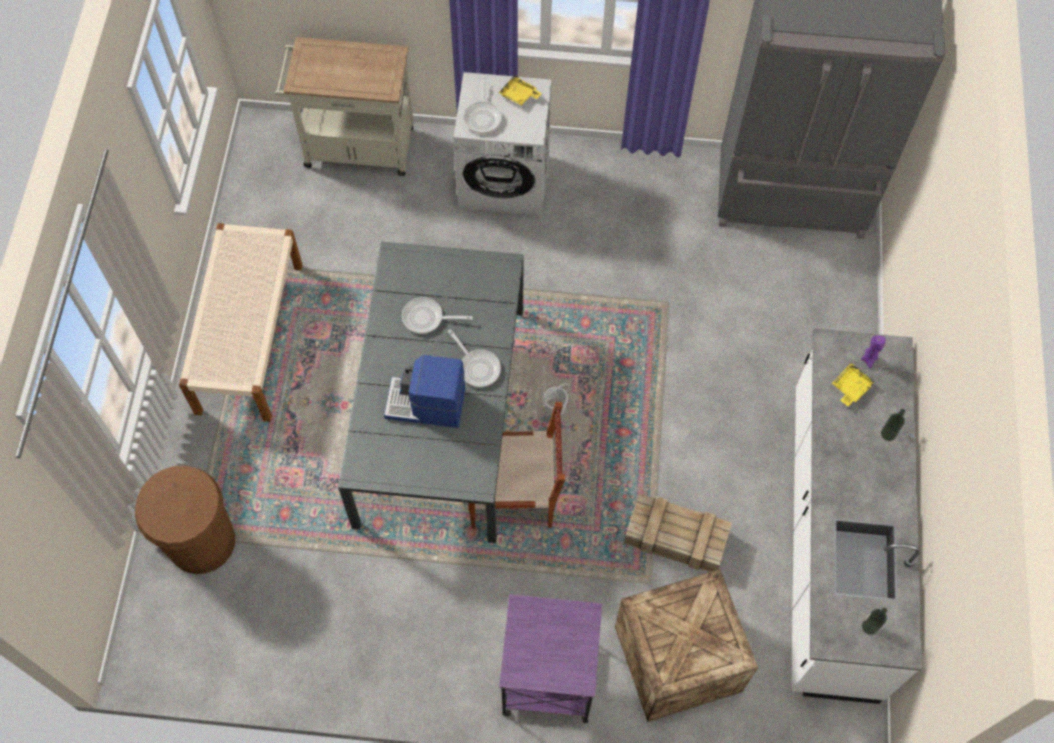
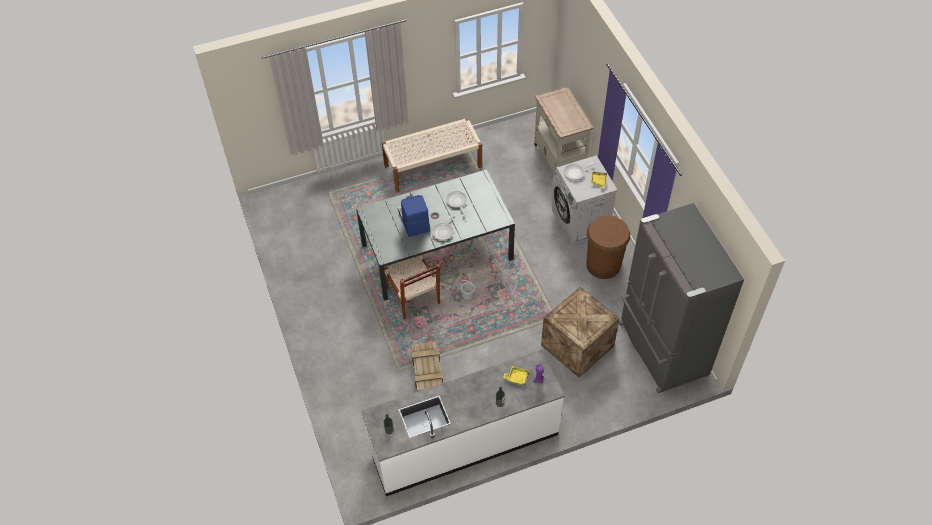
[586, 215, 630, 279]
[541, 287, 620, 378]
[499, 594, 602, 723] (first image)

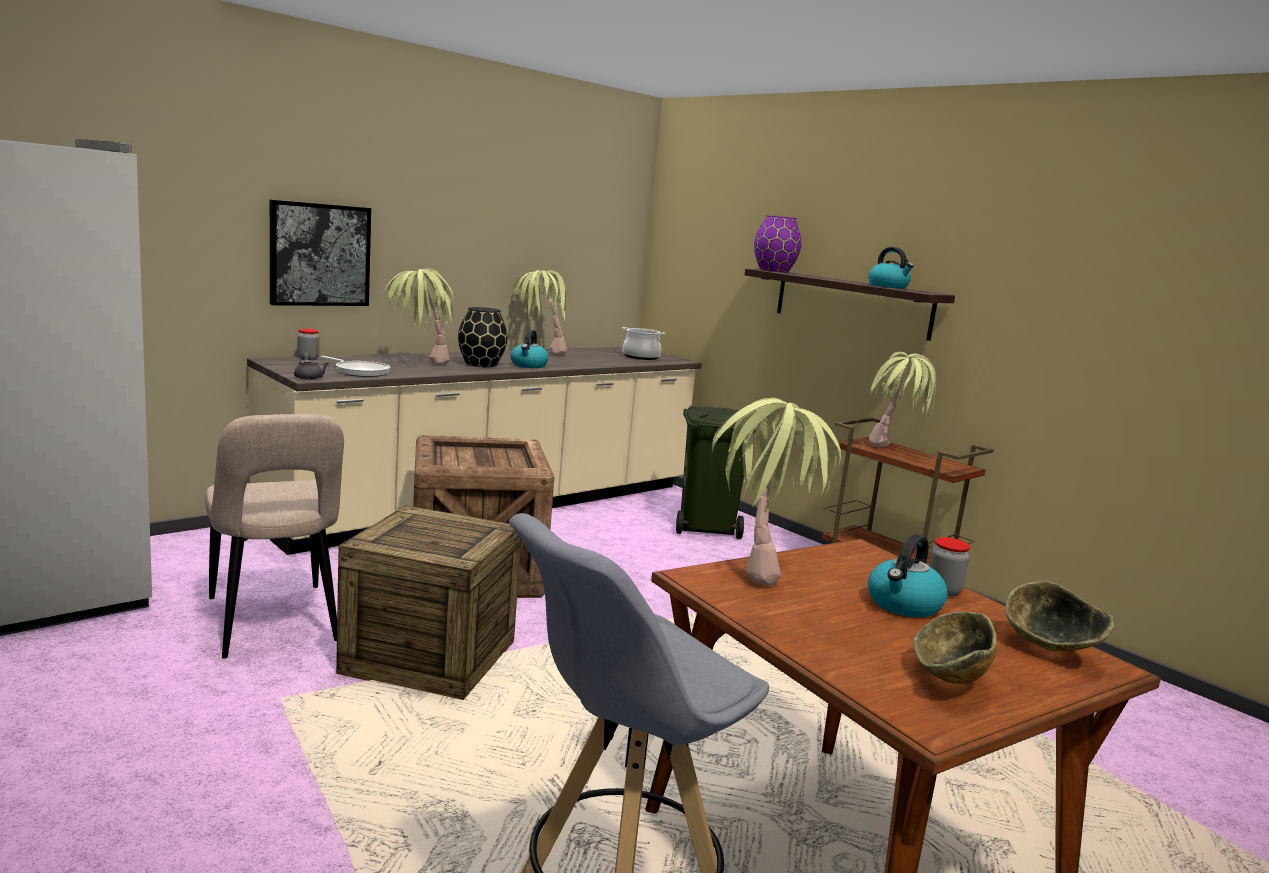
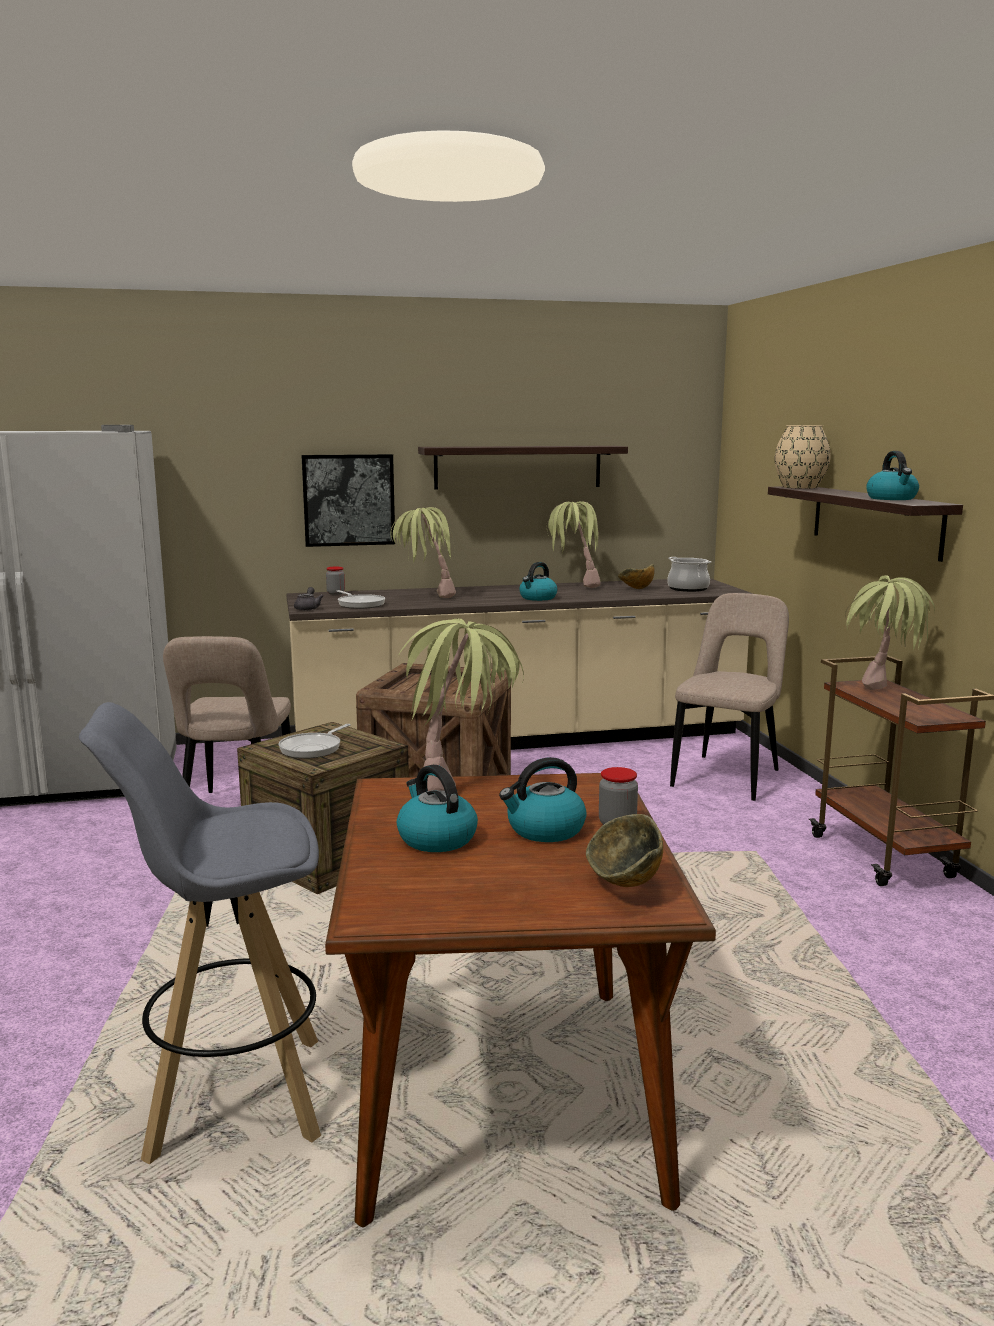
[775, 425, 831, 489]
[458, 307, 507, 367] (first image)
[670, 593, 789, 801]
[618, 563, 655, 589]
[418, 446, 628, 489]
[278, 724, 351, 759]
[397, 765, 478, 852]

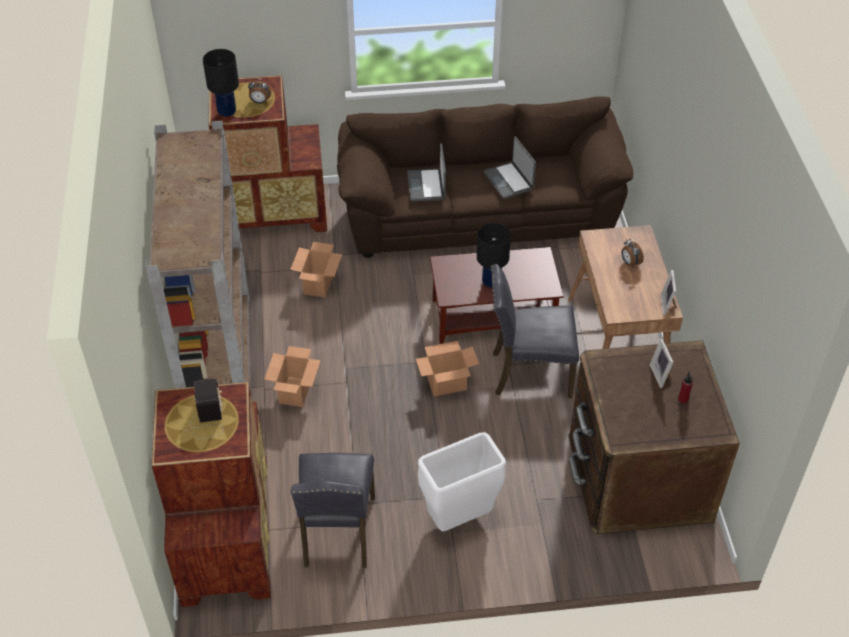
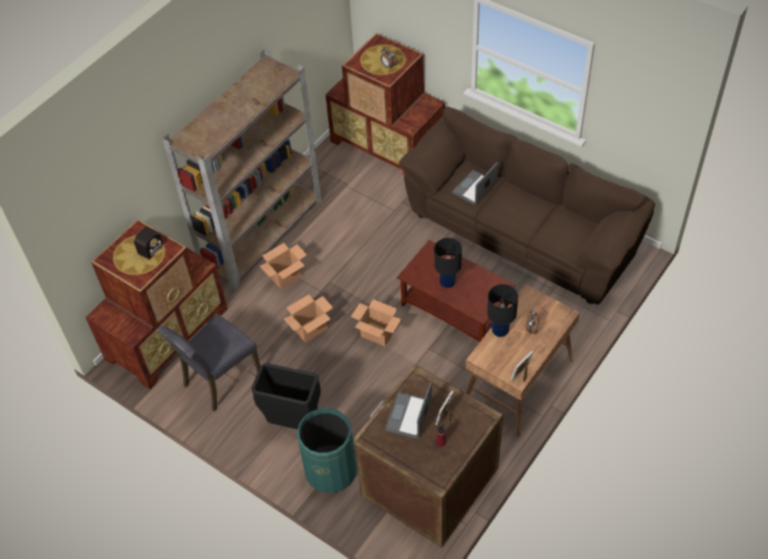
[487, 284, 518, 337]
[385, 382, 432, 439]
[284, 294, 333, 343]
[491, 264, 579, 398] (first image)
[252, 363, 321, 429]
[297, 408, 357, 493]

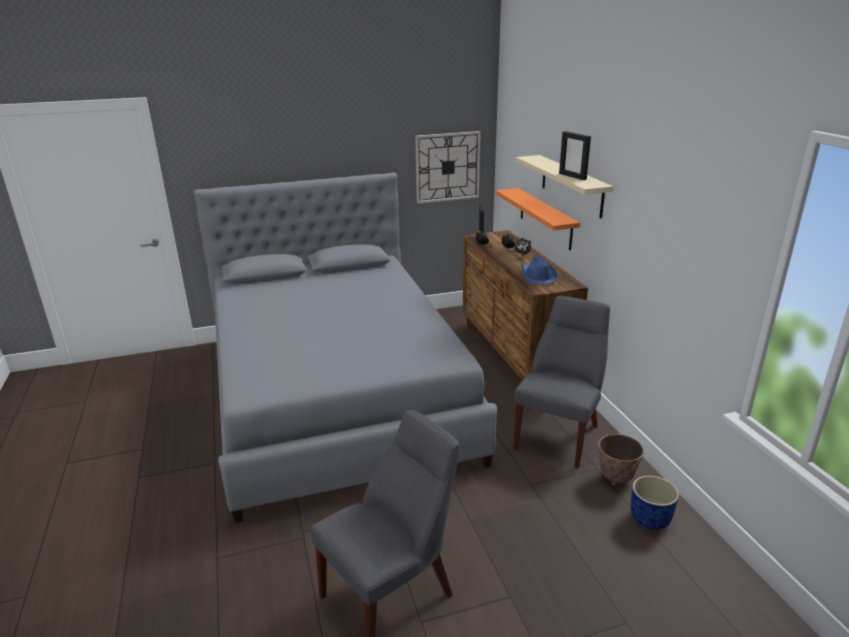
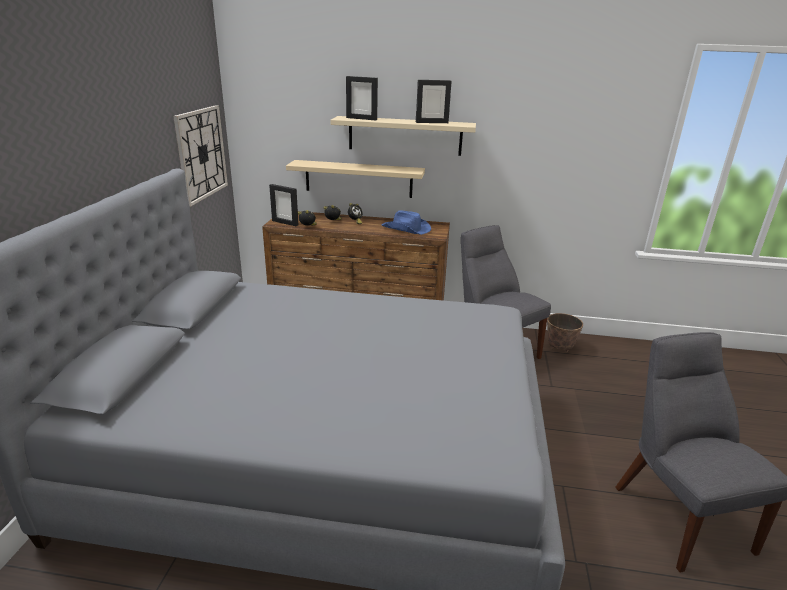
[286, 160, 425, 198]
[630, 476, 679, 530] (first image)
[346, 76, 378, 121]

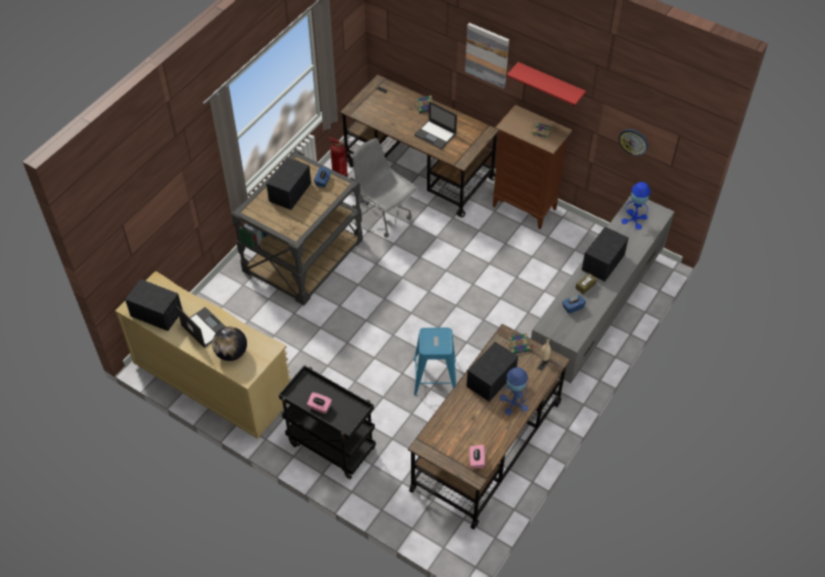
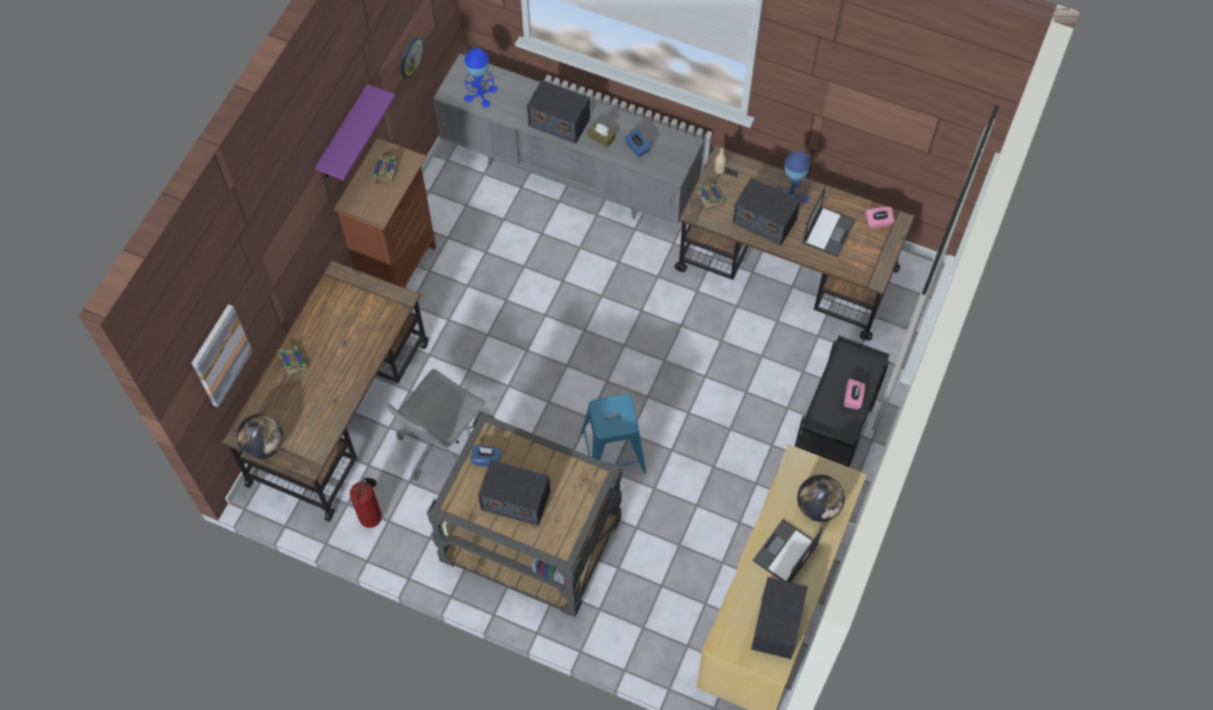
[192, 304, 253, 407]
[315, 84, 396, 180]
[802, 186, 856, 257]
[581, 394, 646, 473]
[237, 414, 283, 459]

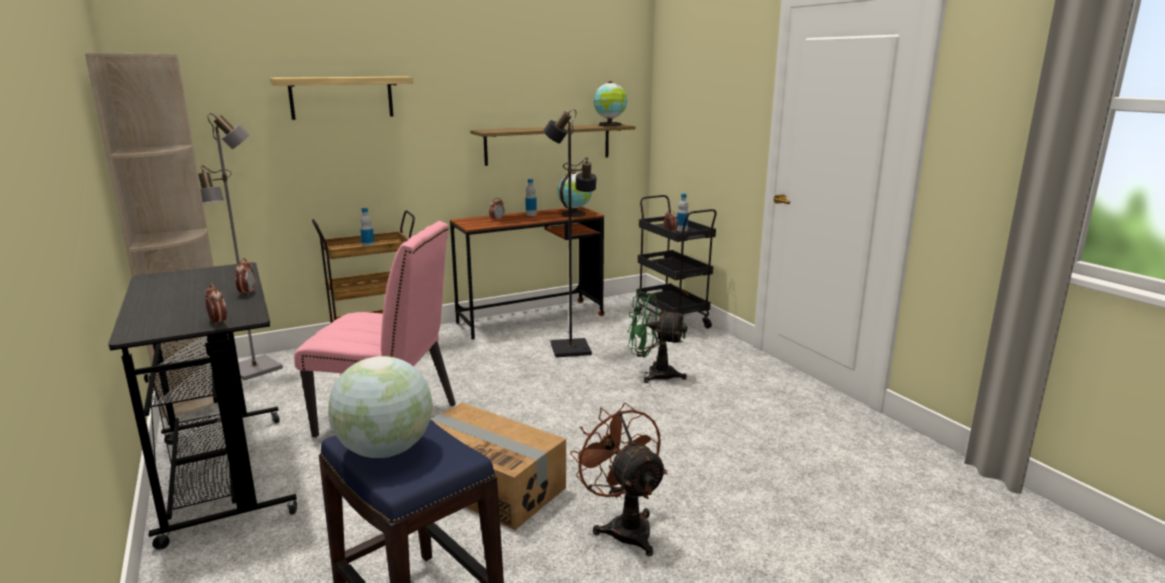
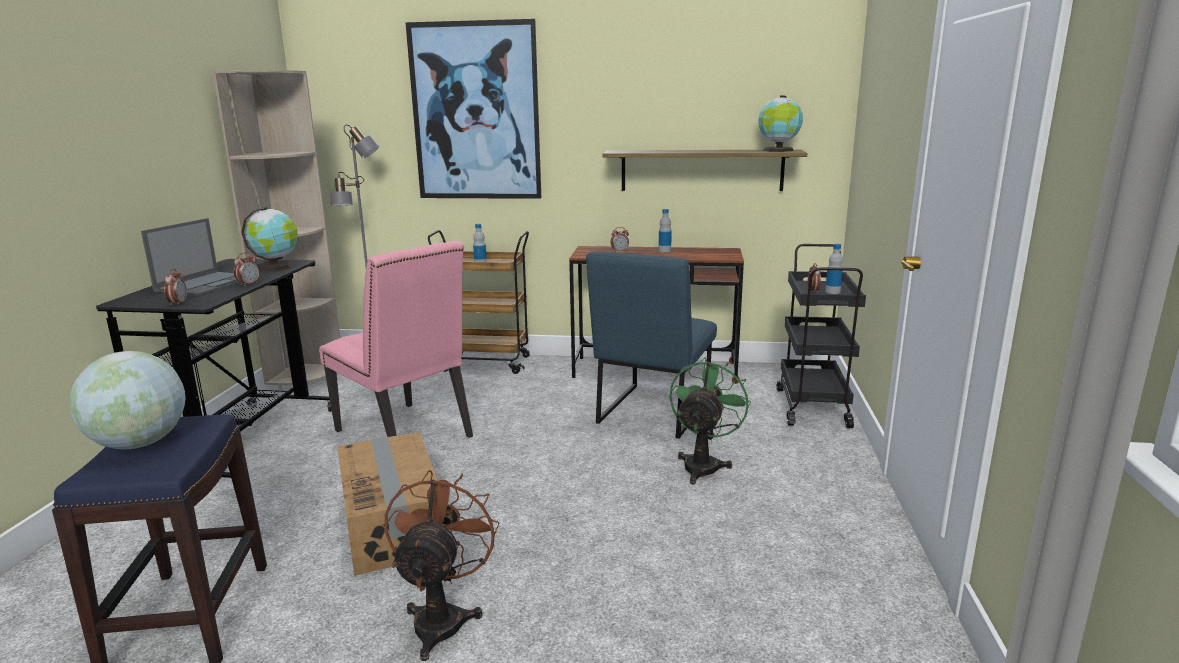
[405, 19, 541, 199]
[586, 251, 717, 439]
[241, 207, 298, 271]
[669, 357, 751, 484]
[141, 218, 241, 296]

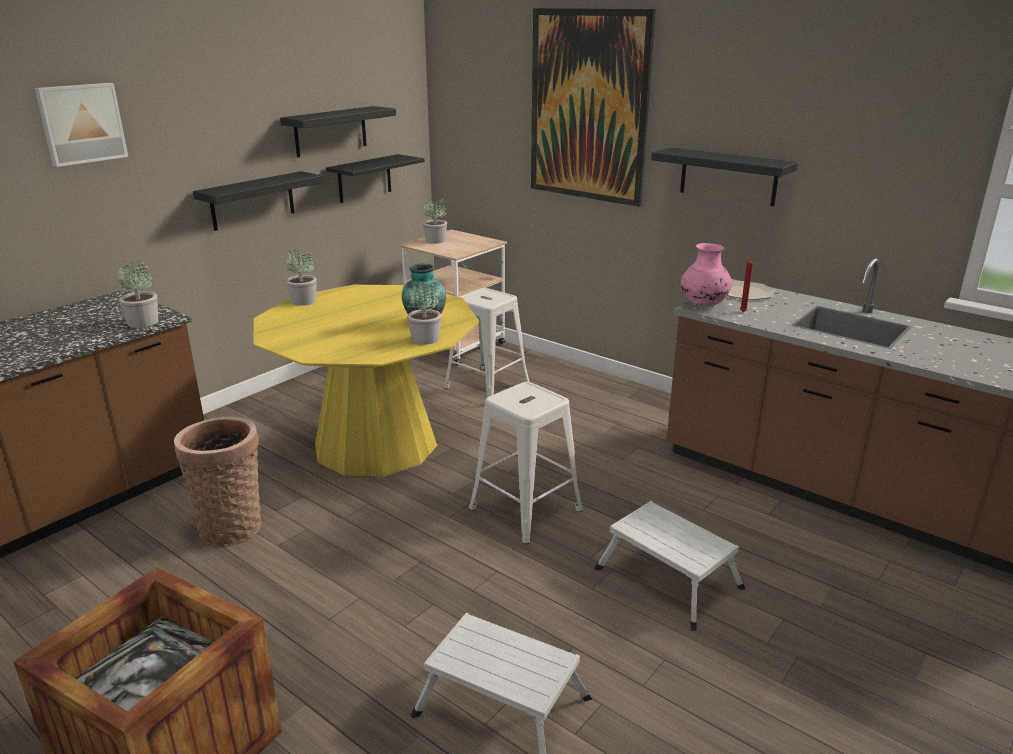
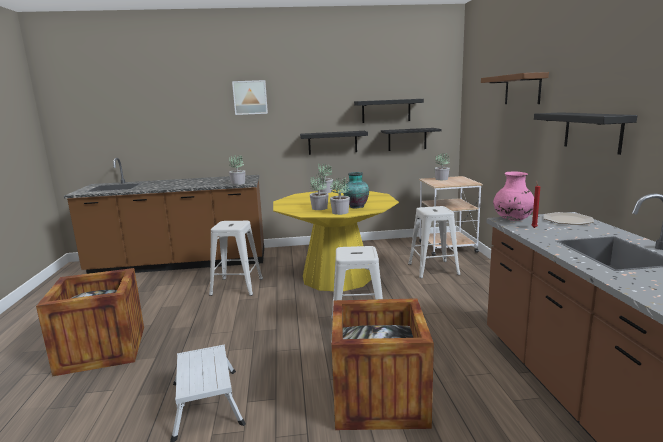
[481, 72, 549, 104]
[209, 221, 263, 296]
[332, 298, 434, 430]
[310, 174, 329, 210]

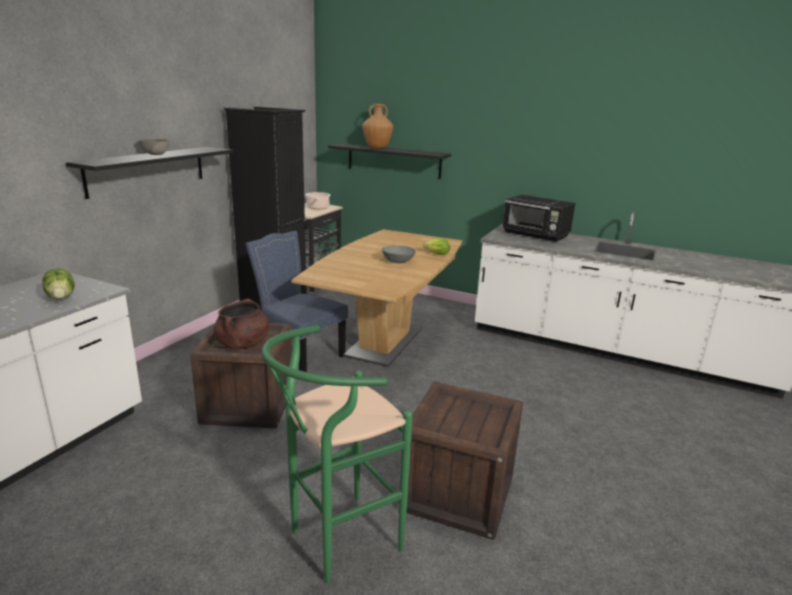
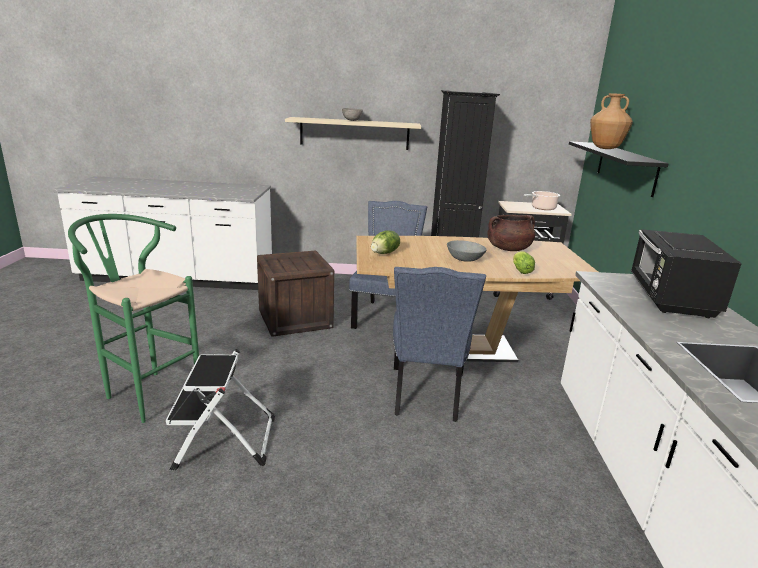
[285, 117, 421, 150]
[371, 230, 400, 254]
[487, 215, 535, 251]
[166, 349, 275, 470]
[392, 267, 486, 422]

